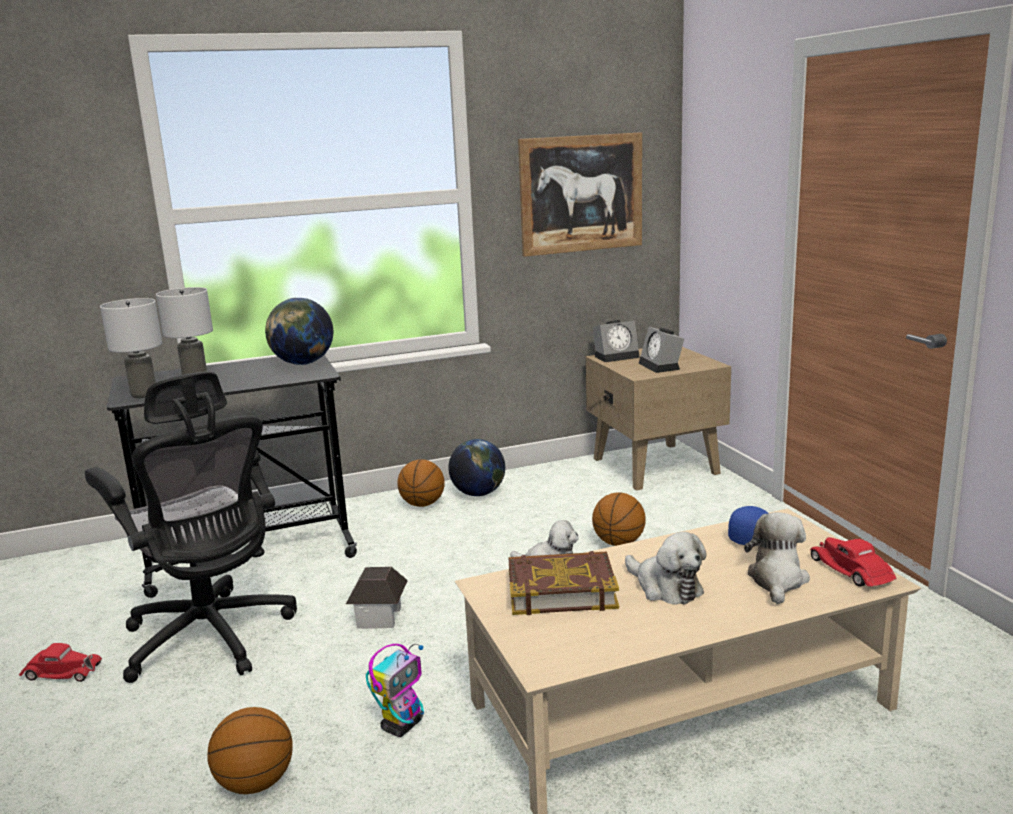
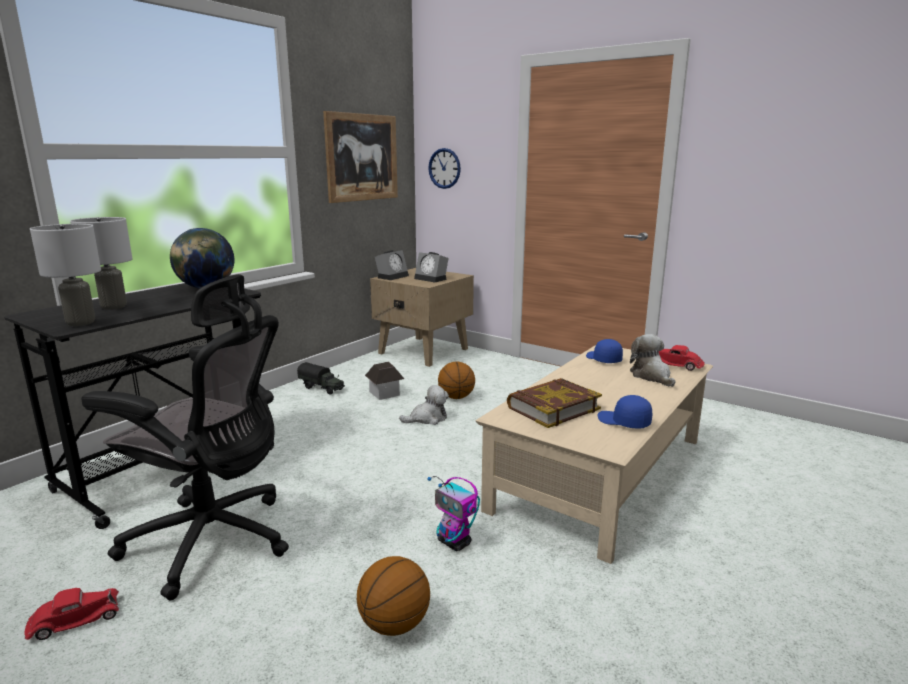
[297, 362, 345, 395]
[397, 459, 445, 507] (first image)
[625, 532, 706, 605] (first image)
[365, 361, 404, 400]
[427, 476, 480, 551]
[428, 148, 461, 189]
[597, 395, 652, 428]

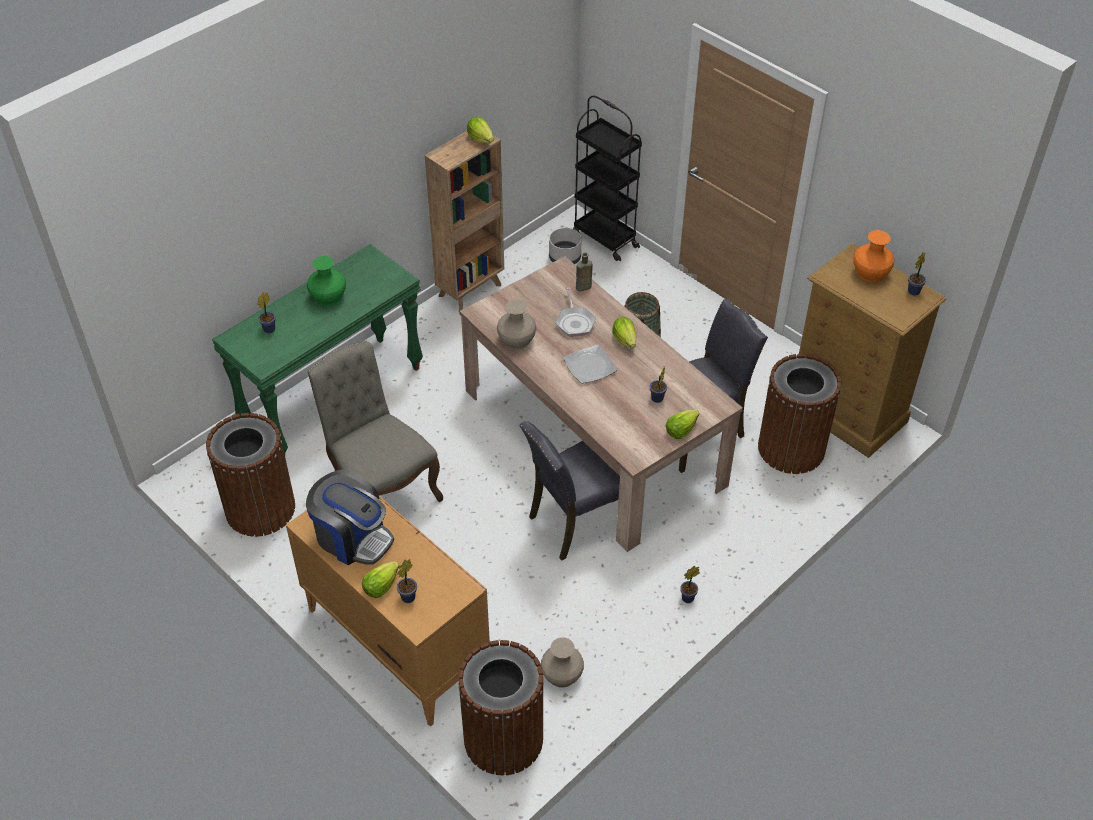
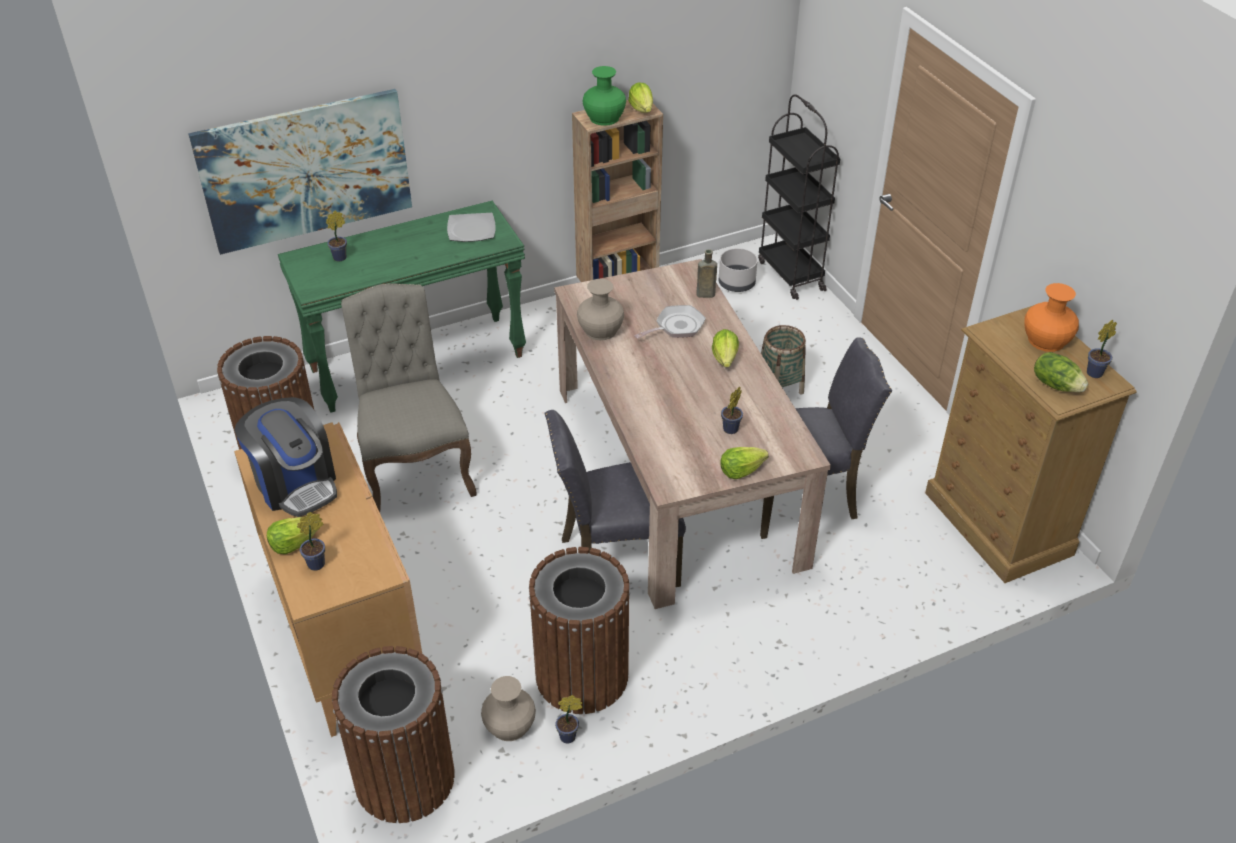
[583, 66, 626, 126]
[634, 305, 706, 339]
[447, 213, 496, 242]
[529, 547, 630, 714]
[555, 695, 582, 744]
[188, 89, 412, 255]
[1034, 352, 1088, 392]

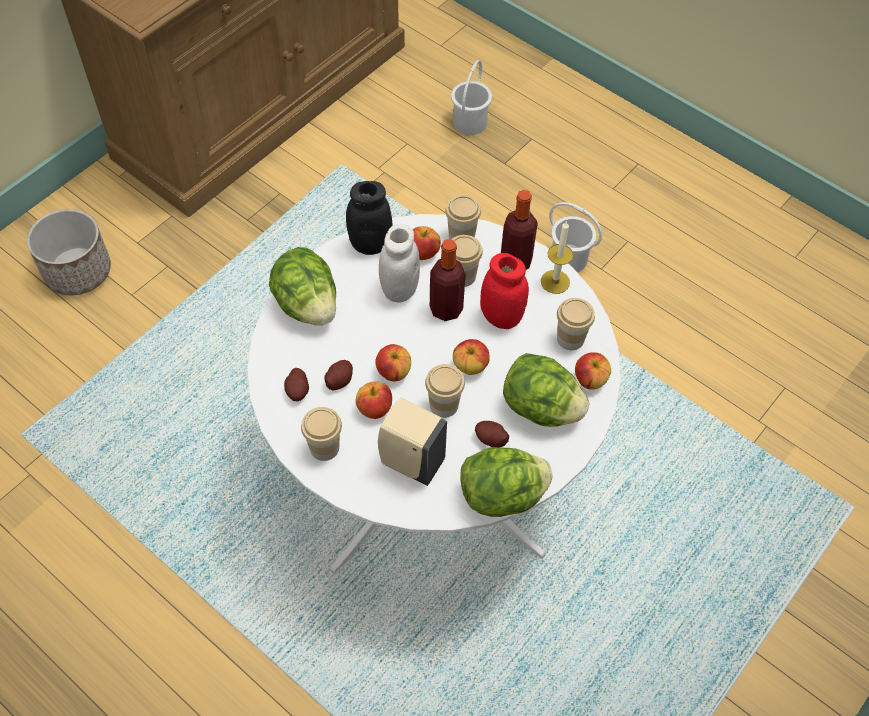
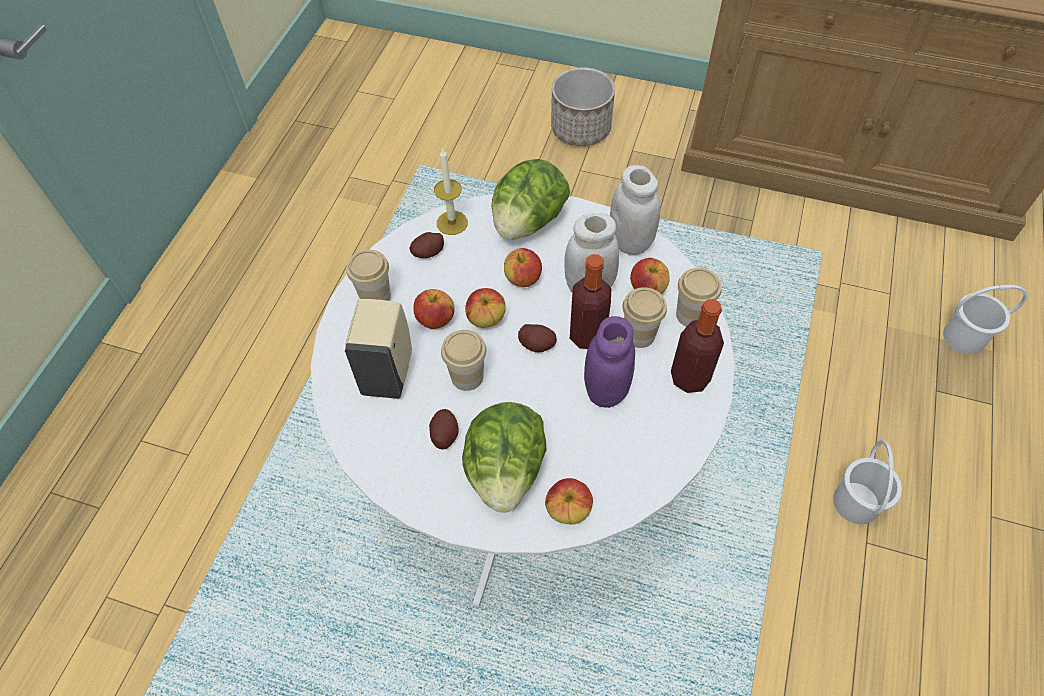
[610, 165, 660, 255]
[434, 147, 468, 235]
[584, 316, 635, 408]
[557, 298, 595, 350] (first image)
[504, 248, 542, 287]
[518, 324, 557, 353]
[460, 447, 552, 517] (first image)

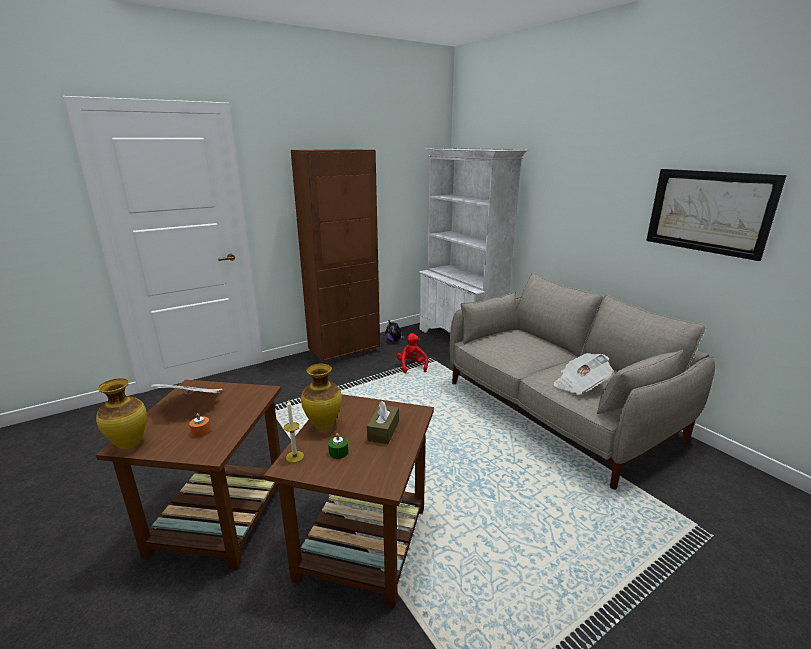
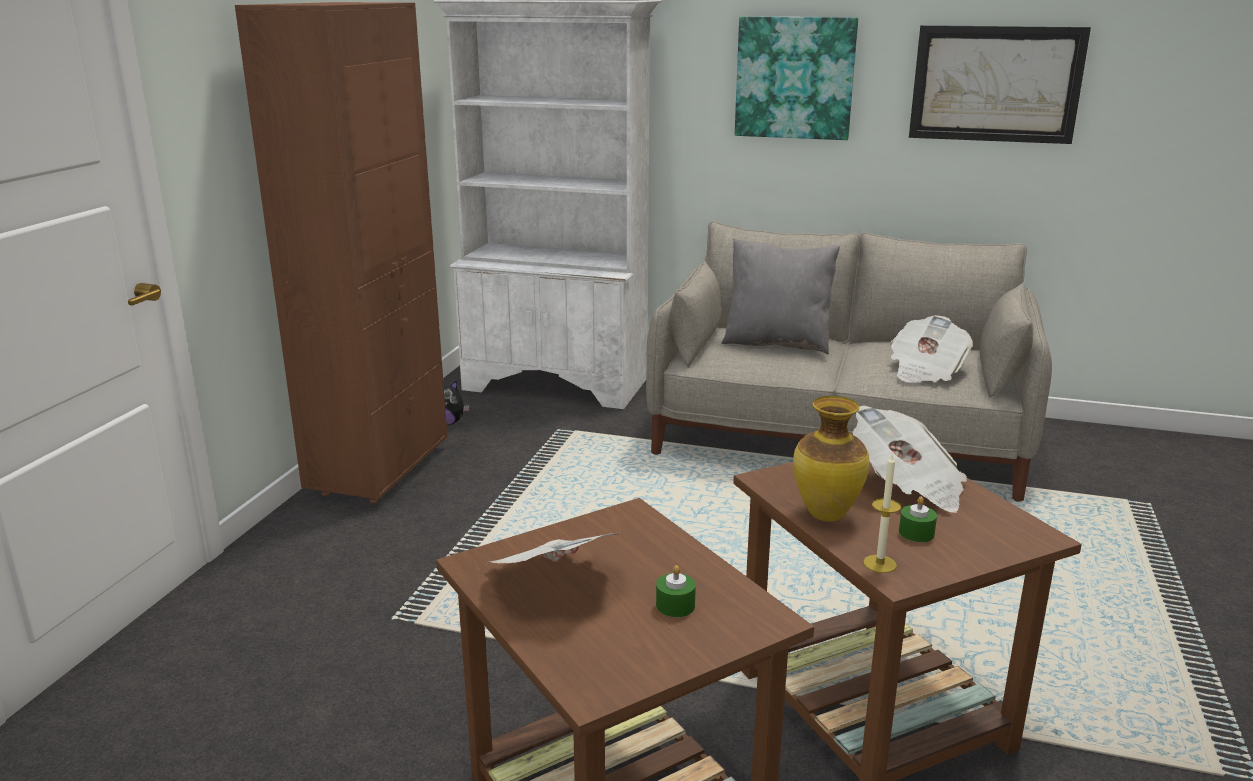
[397, 333, 428, 373] (first image)
[96, 378, 147, 449] (first image)
[852, 405, 967, 513]
[656, 565, 696, 617]
[735, 16, 858, 140]
[721, 239, 840, 354]

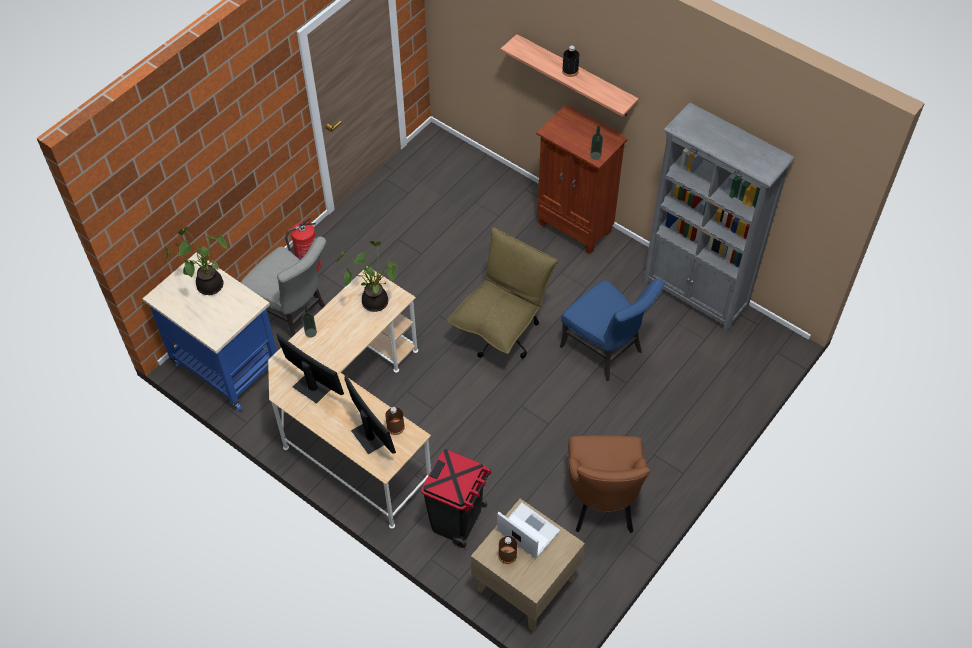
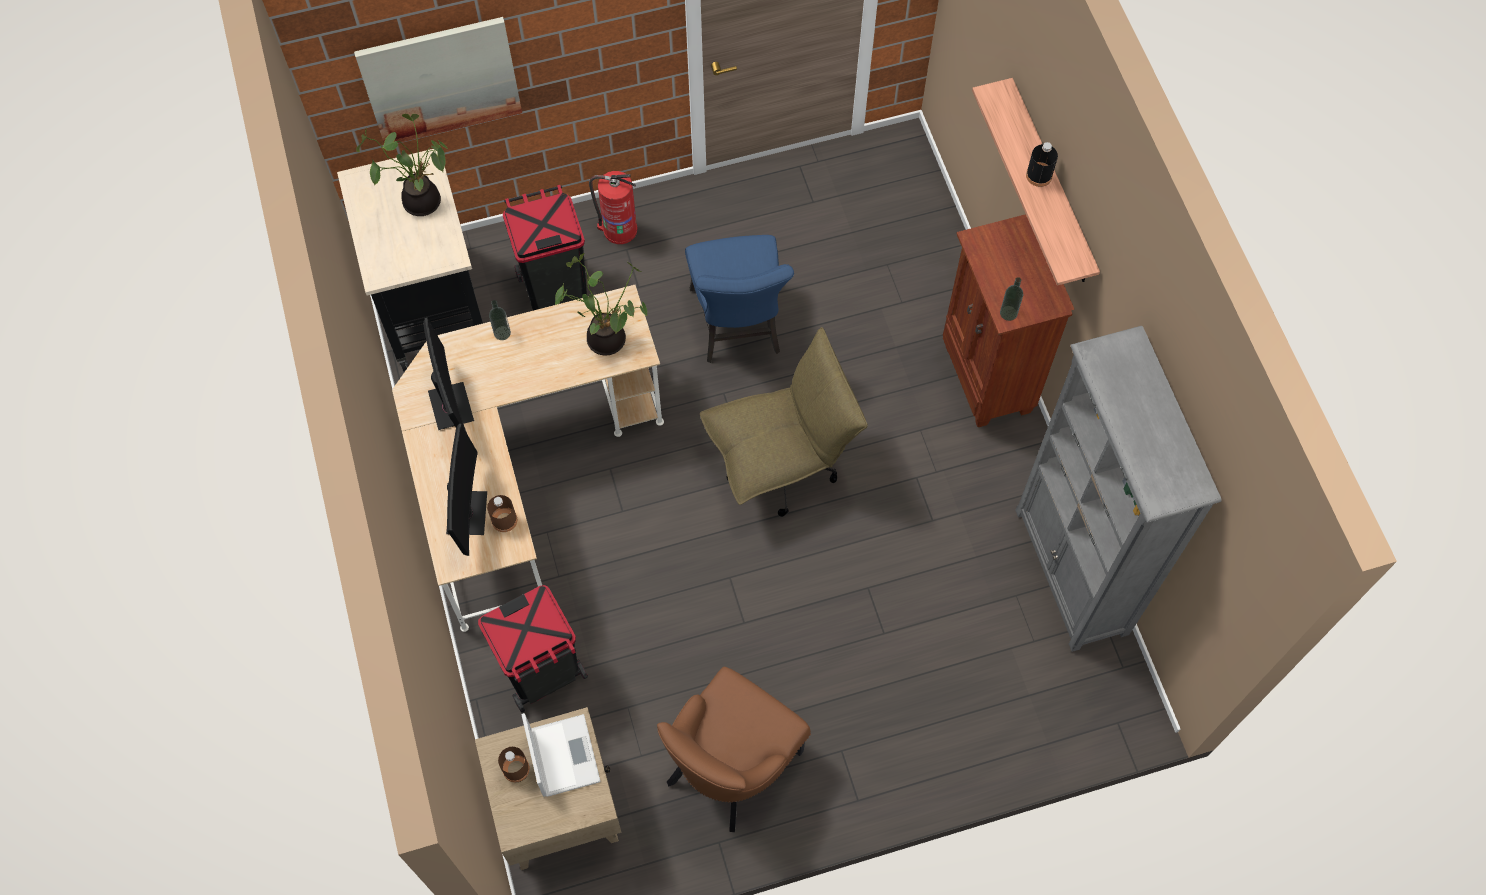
[503, 185, 587, 310]
[337, 149, 483, 372]
[685, 235, 794, 363]
[354, 17, 522, 143]

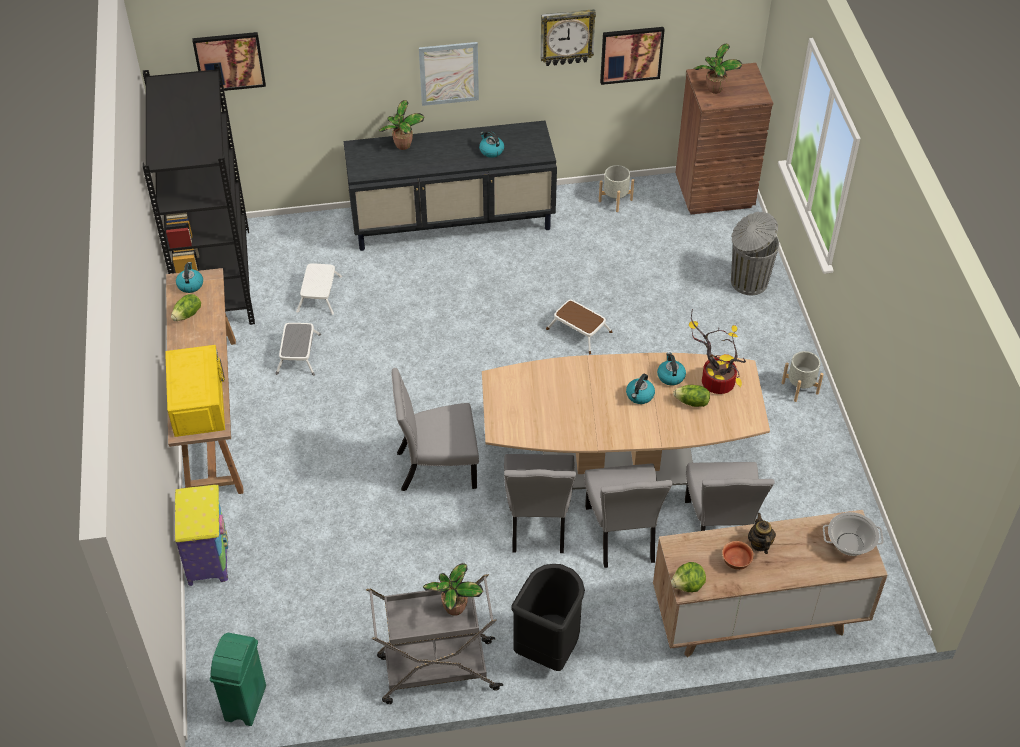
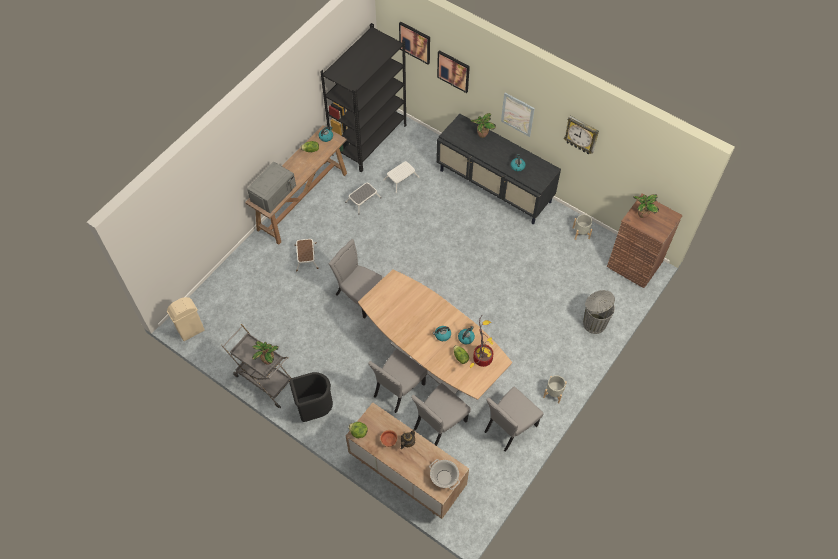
[437, 50, 470, 93]
[295, 239, 319, 271]
[247, 162, 296, 213]
[484, 387, 543, 452]
[175, 485, 228, 586] (first image)
[167, 297, 205, 341]

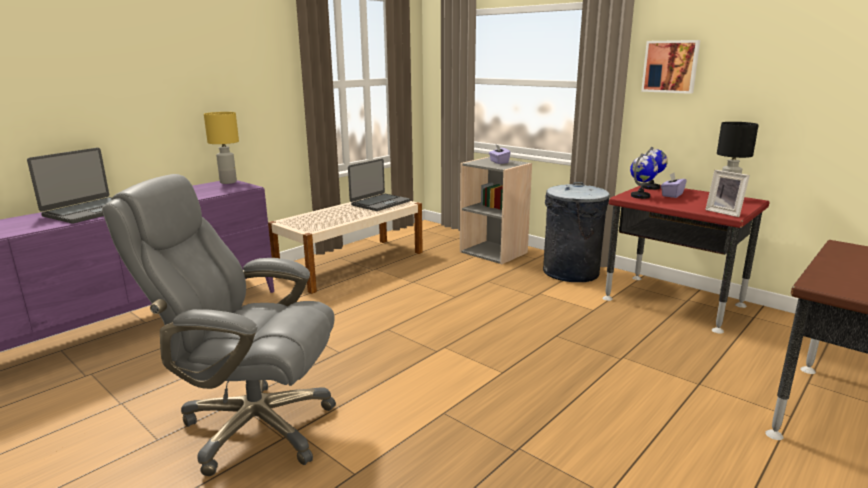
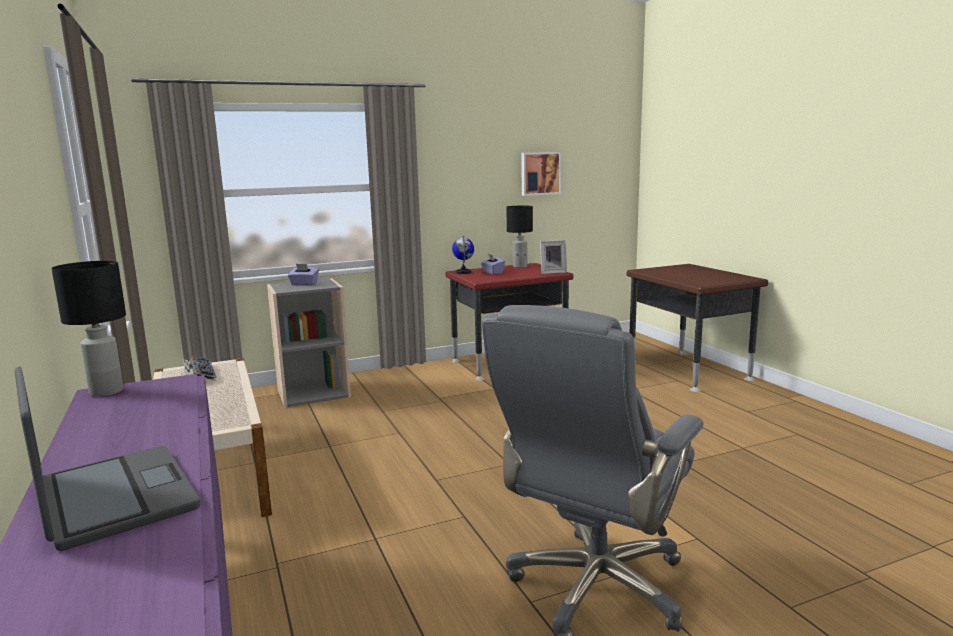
[521, 152, 561, 196]
[52, 261, 126, 397]
[630, 153, 658, 199] (first image)
[182, 356, 217, 381]
[543, 182, 610, 282] (first image)

